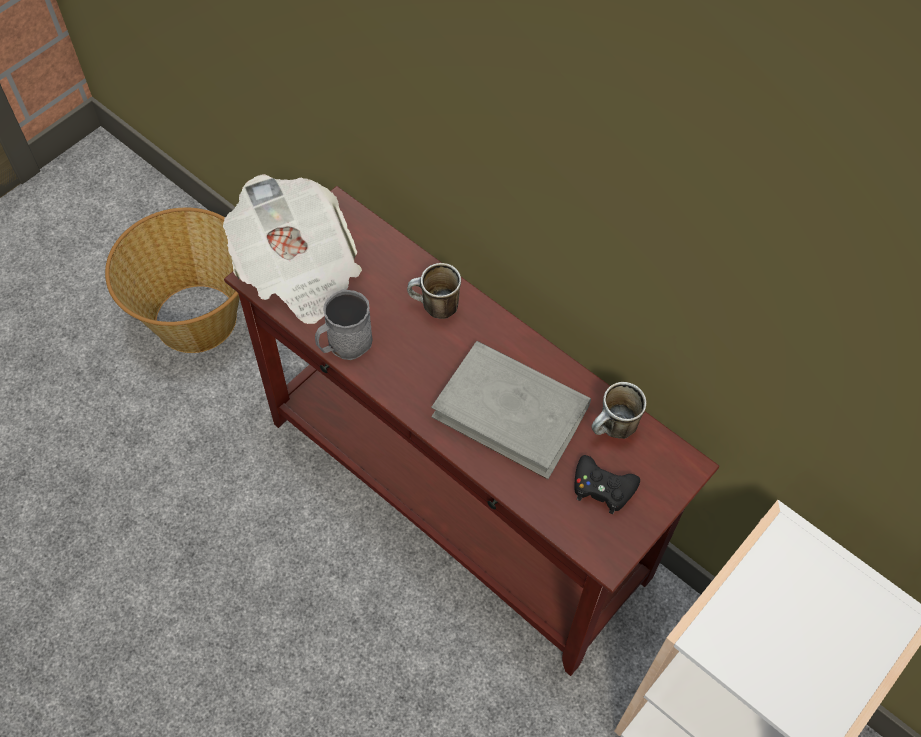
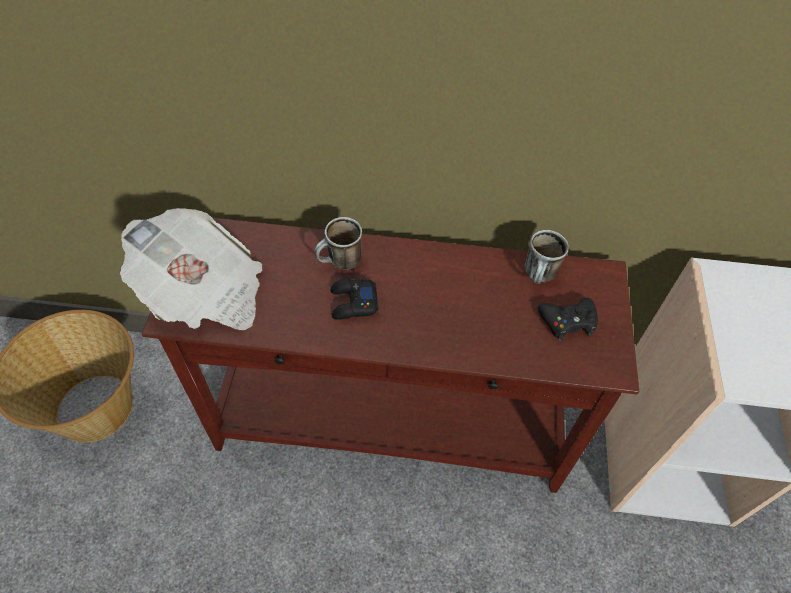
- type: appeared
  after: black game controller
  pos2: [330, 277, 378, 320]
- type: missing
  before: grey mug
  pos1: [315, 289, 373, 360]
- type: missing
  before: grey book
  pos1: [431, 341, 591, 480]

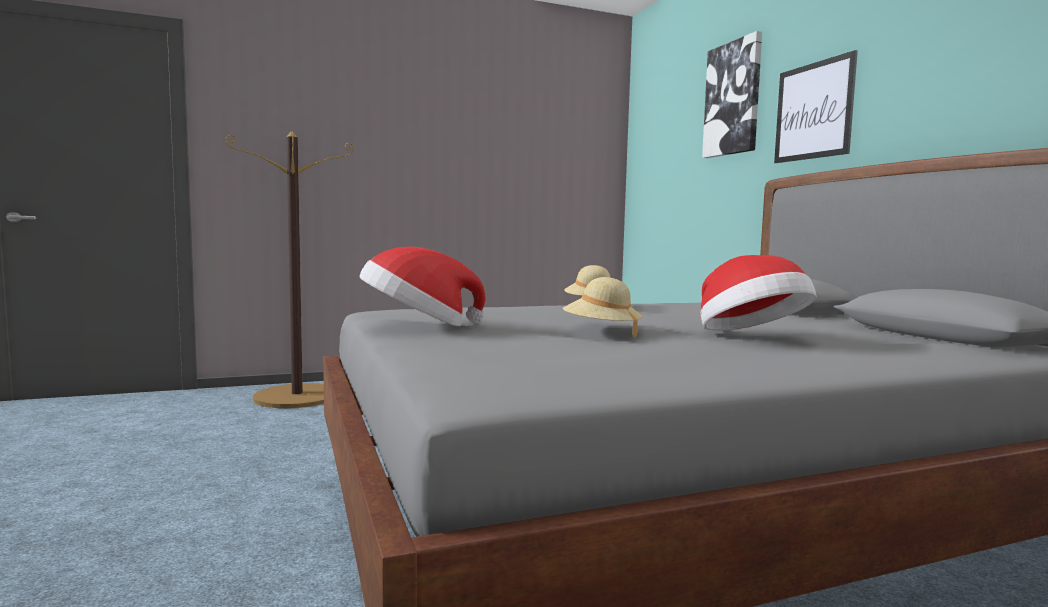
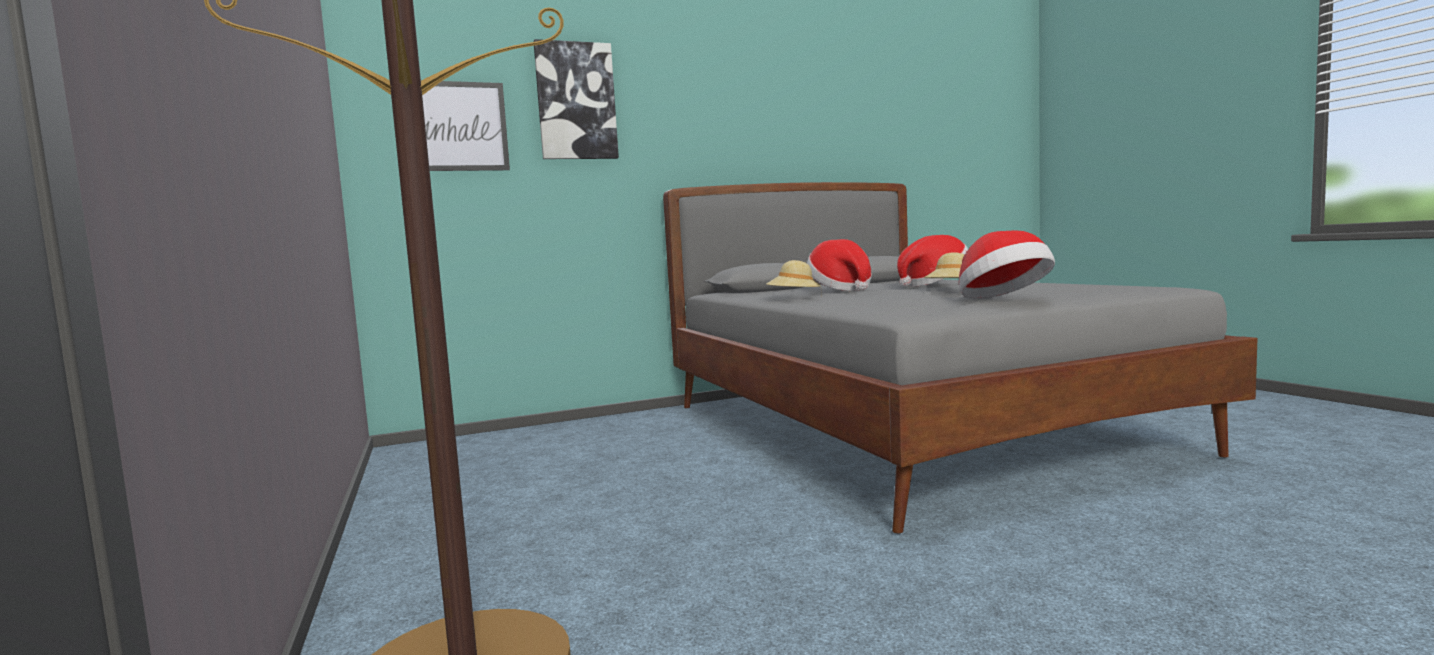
- type: relocated
  before: picture
  pos1: [774, 50, 858, 163]
  pos2: [421, 80, 510, 171]
- type: appeared
  after: hat
  pos2: [807, 239, 872, 291]

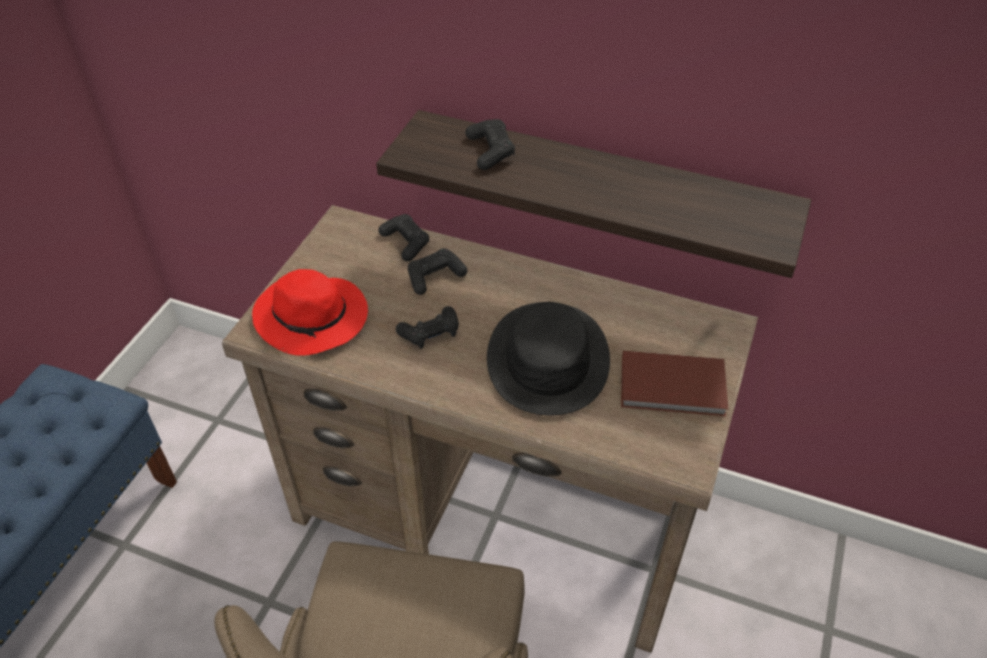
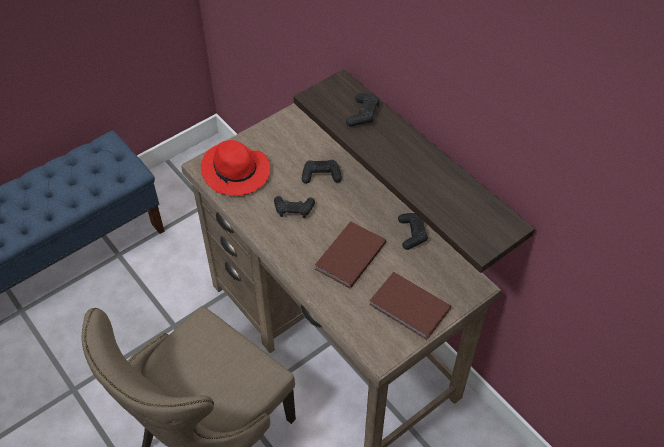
- type: exchanged
  before: black hat
  after: brown book
  pos1: [487, 302, 610, 415]
  pos2: [315, 221, 386, 289]
- type: relocated
  before: black game controller
  pos1: [378, 214, 429, 261]
  pos2: [398, 213, 428, 250]

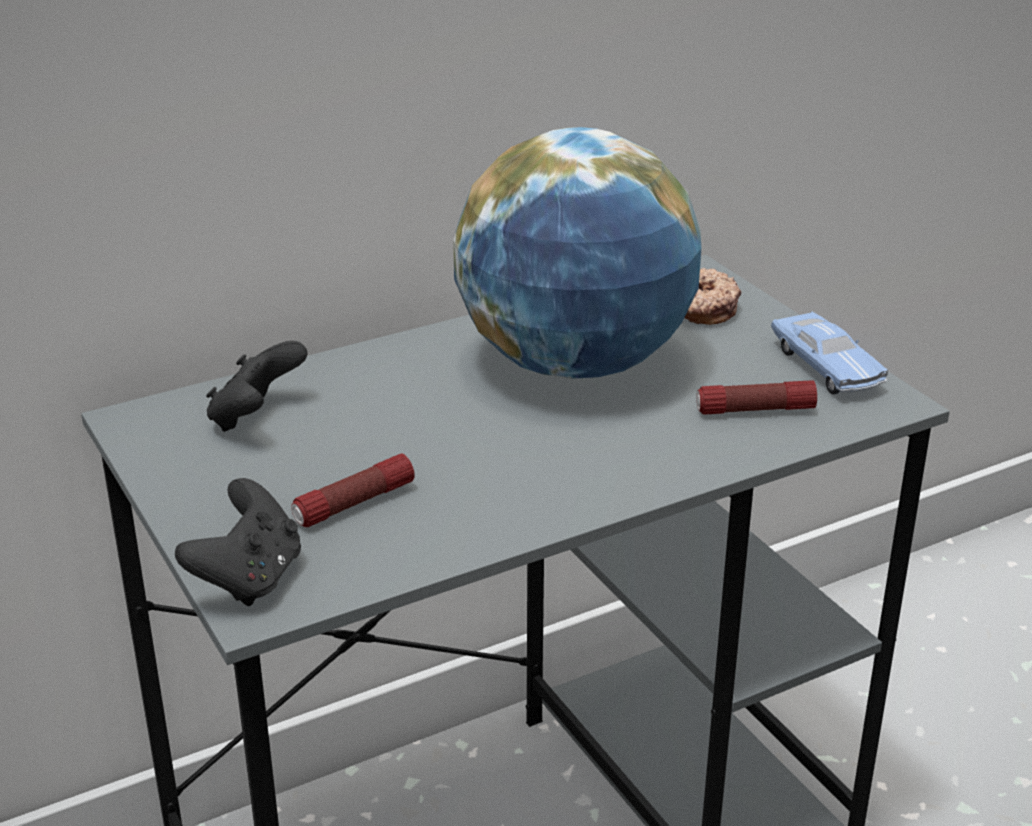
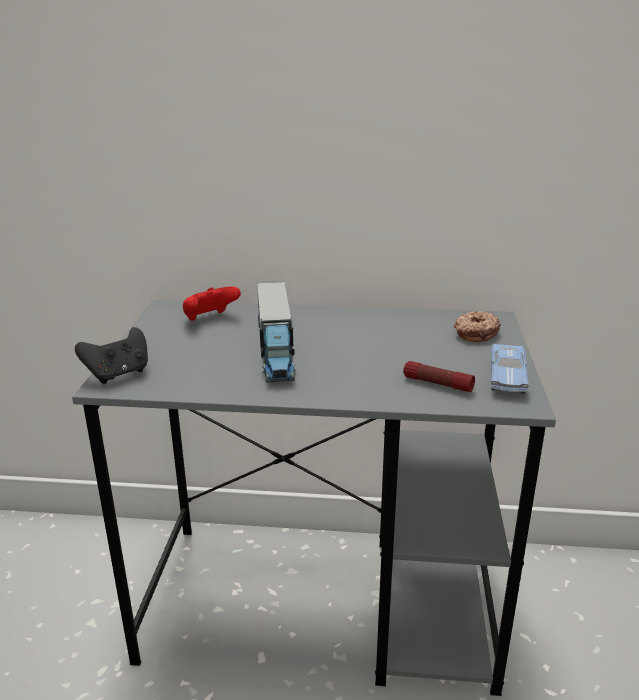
- type: colour
  before: black game controller
  after: red game controller
  pos1: [206, 341, 307, 432]
  pos2: [183, 286, 241, 321]
- type: appeared
  after: toy truck
  pos2: [257, 281, 296, 383]
- type: missing
  before: flashlight
  pos1: [291, 454, 415, 527]
- type: missing
  before: globe
  pos1: [453, 127, 701, 379]

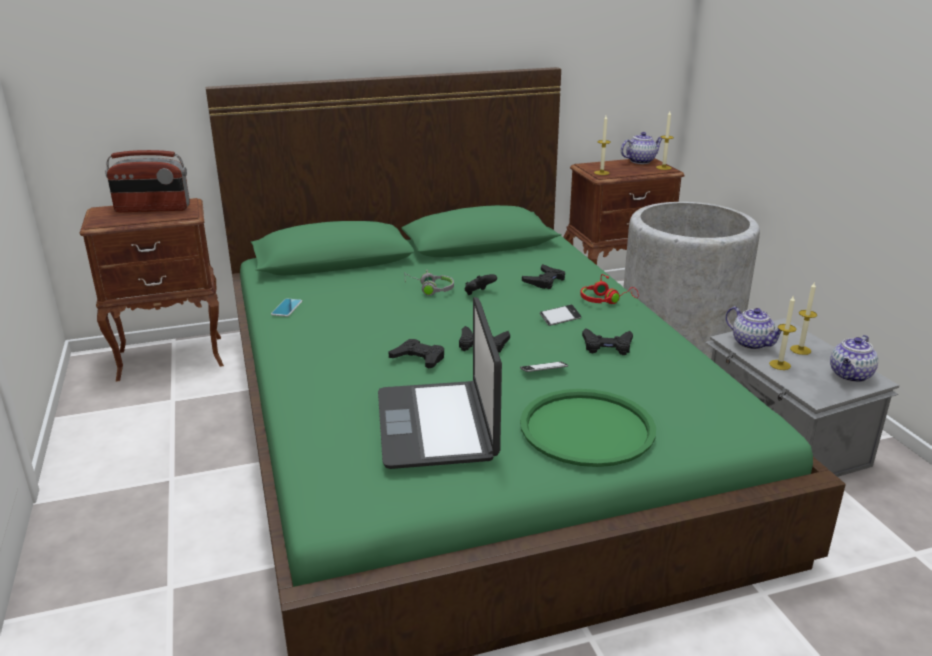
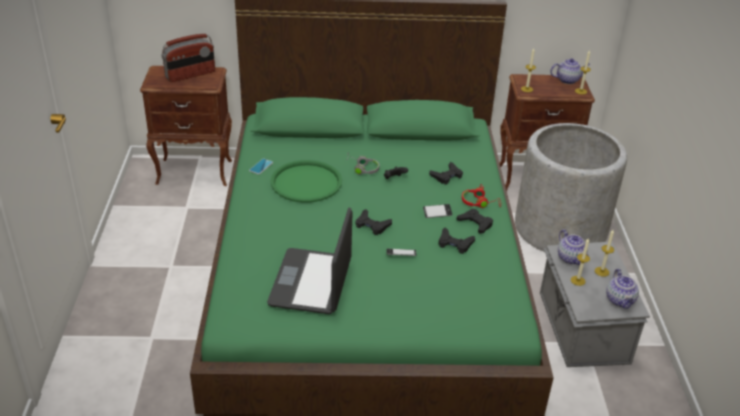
- type: spun
  before: radio
  pos1: [105, 150, 190, 212]
  pos2: [161, 34, 215, 82]
  turn: -45
- type: relocated
  before: green tray
  pos1: [520, 389, 656, 467]
  pos2: [270, 160, 342, 203]
- type: relocated
  before: black game controller
  pos1: [389, 339, 444, 368]
  pos2: [457, 209, 493, 234]
- type: spun
  before: teapot
  pos1: [830, 335, 878, 382]
  pos2: [606, 269, 639, 309]
  turn: -60

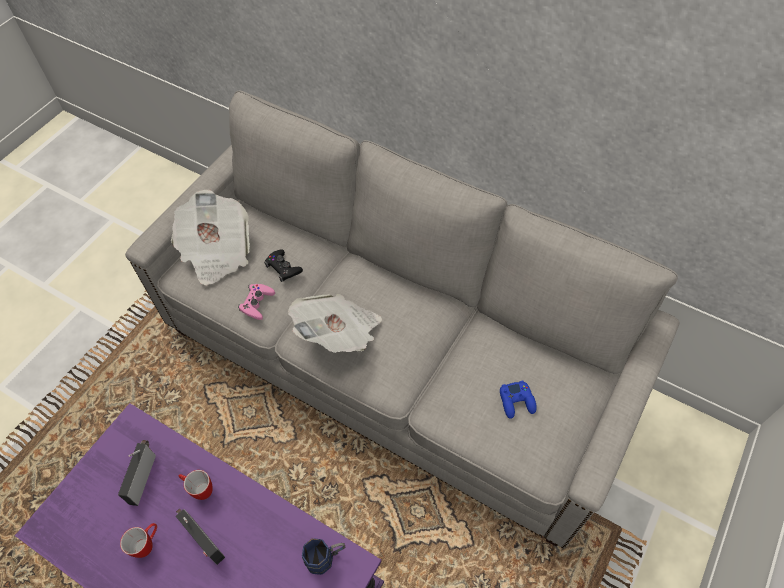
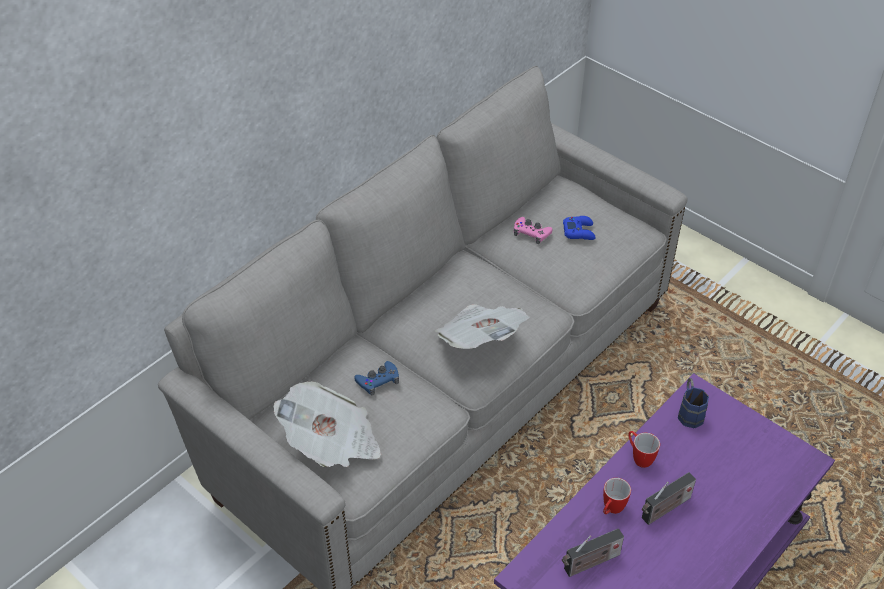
- type: colour
  before: black game controller
  after: blue game controller
  pos1: [264, 249, 303, 282]
  pos2: [354, 361, 399, 395]
- type: relocated
  before: pink game controller
  pos1: [238, 284, 275, 320]
  pos2: [514, 217, 552, 244]
- type: spun
  before: radio
  pos1: [118, 440, 156, 506]
  pos2: [562, 528, 624, 577]
  turn: -45
- type: relocated
  before: mug
  pos1: [120, 523, 157, 558]
  pos2: [628, 431, 660, 468]

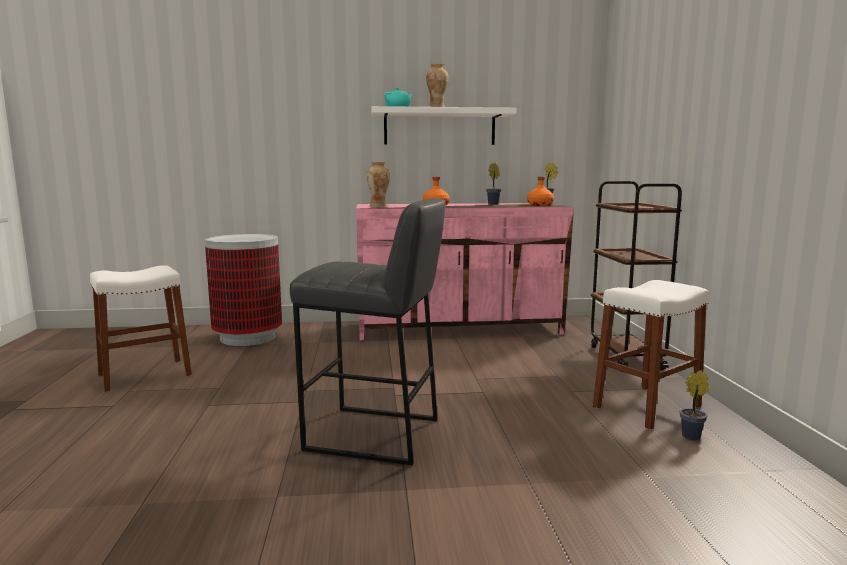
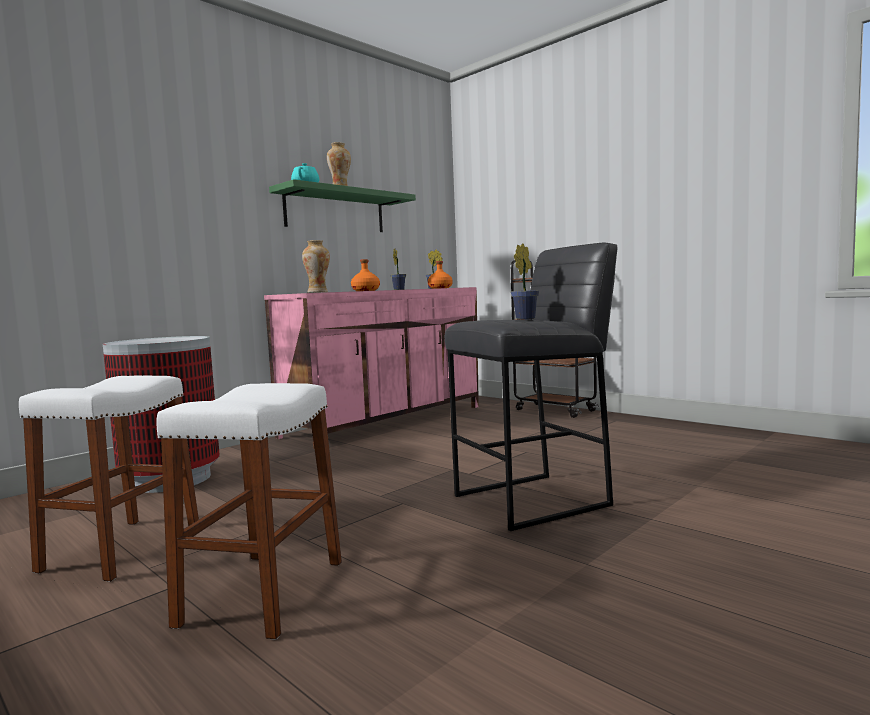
- type: relocated
  before: white stool
  pos1: [593, 280, 709, 430]
  pos2: [156, 383, 342, 640]
- type: colour
  before: white shelf
  after: green shelf
  pos1: [371, 106, 517, 145]
  pos2: [269, 179, 416, 232]
- type: relocated
  before: potted plant
  pos1: [680, 370, 709, 440]
  pos2: [511, 243, 539, 319]

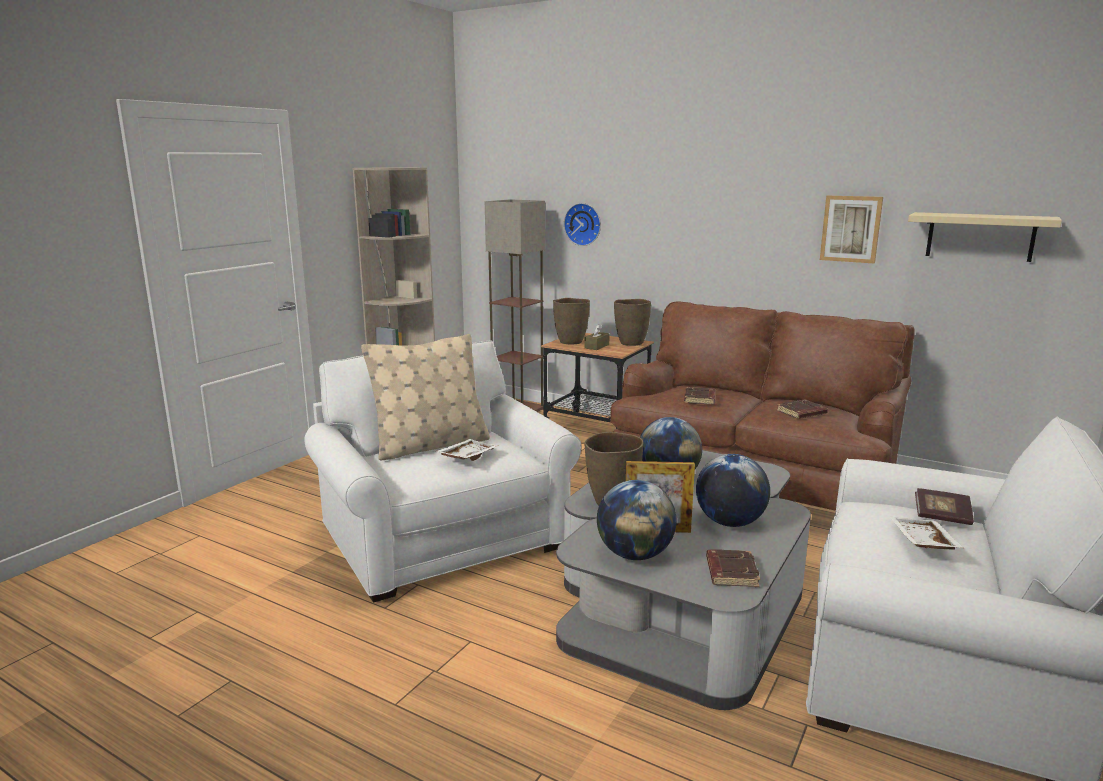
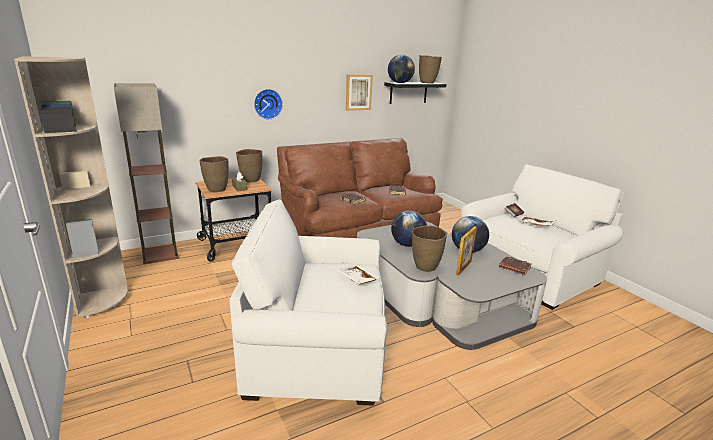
- type: relocated
  before: wall clock
  pos1: [564, 203, 601, 246]
  pos2: [254, 89, 283, 119]
- type: colour
  before: beige shelf
  after: black shelf
  pos1: [908, 212, 1062, 262]
  pos2: [384, 82, 447, 104]
- type: relocated
  before: globe
  pos1: [597, 480, 677, 560]
  pos2: [388, 55, 415, 83]
- type: appeared
  after: brown vase
  pos2: [419, 55, 442, 84]
- type: missing
  before: beige pillow
  pos1: [361, 334, 490, 460]

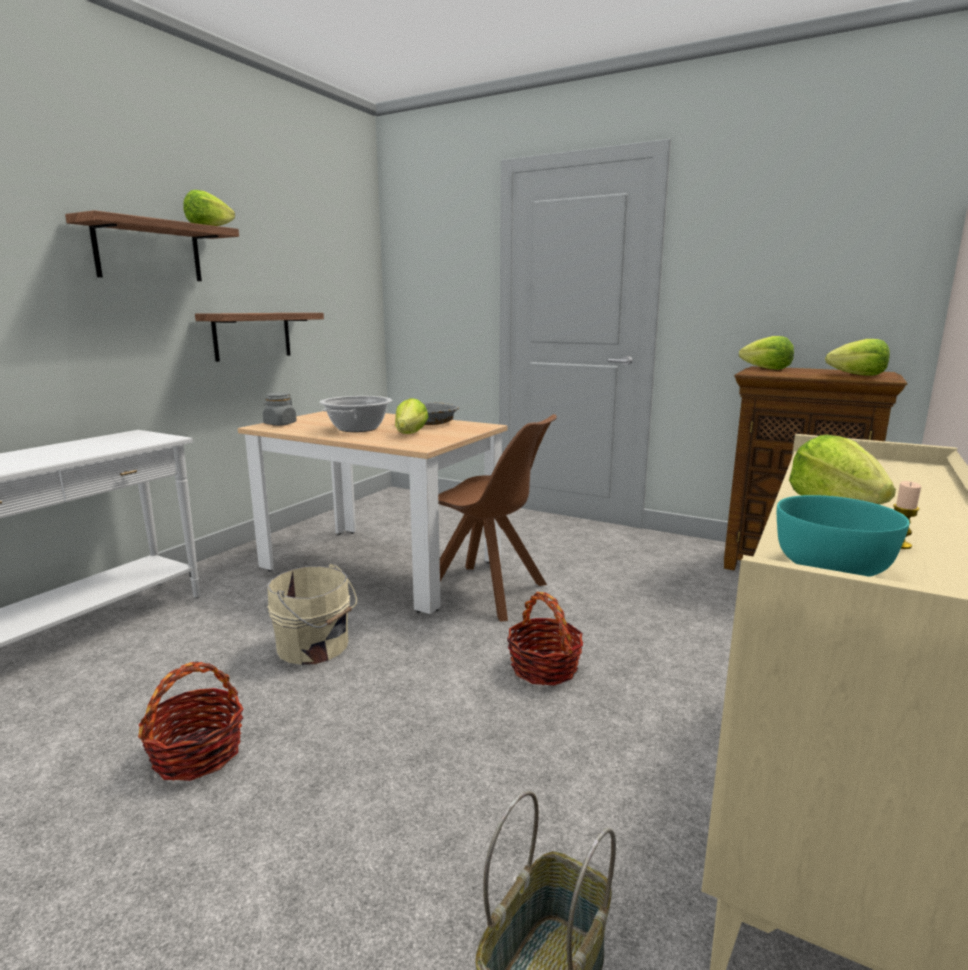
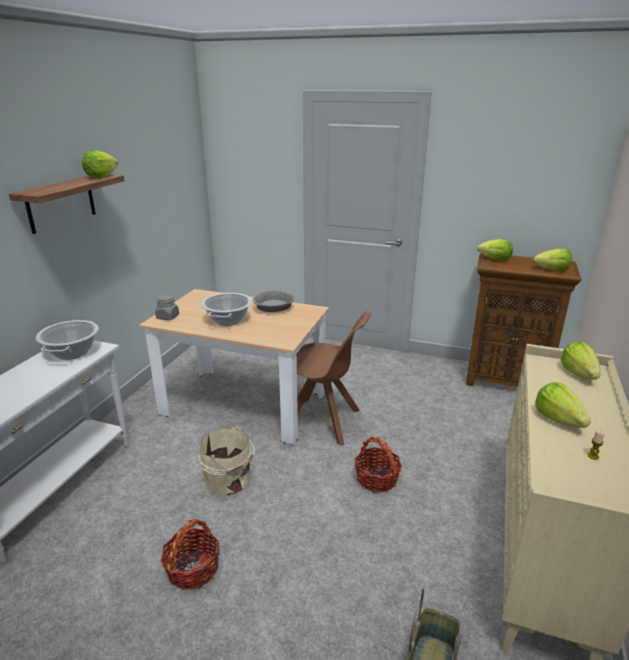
- type: appeared
  after: cooking pot
  pos2: [36, 320, 99, 360]
- type: relocated
  before: lettuce
  pos1: [395, 398, 428, 434]
  pos2: [560, 341, 601, 380]
- type: missing
  before: shelf
  pos1: [195, 313, 324, 362]
- type: missing
  before: turquoise bowl
  pos1: [777, 495, 910, 577]

